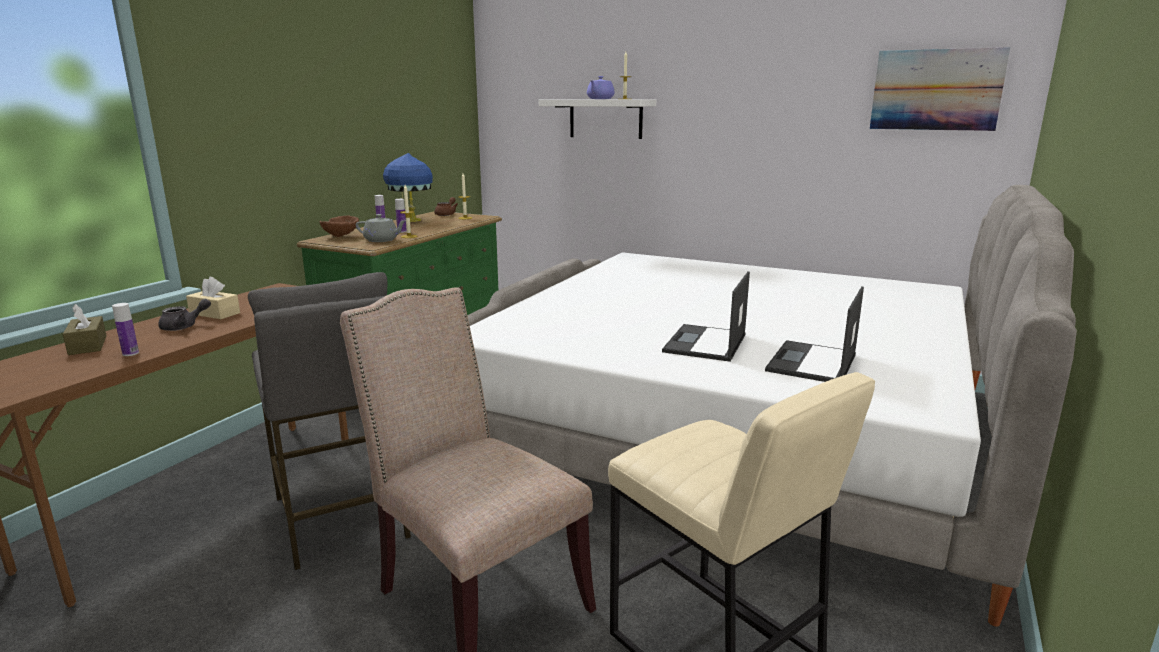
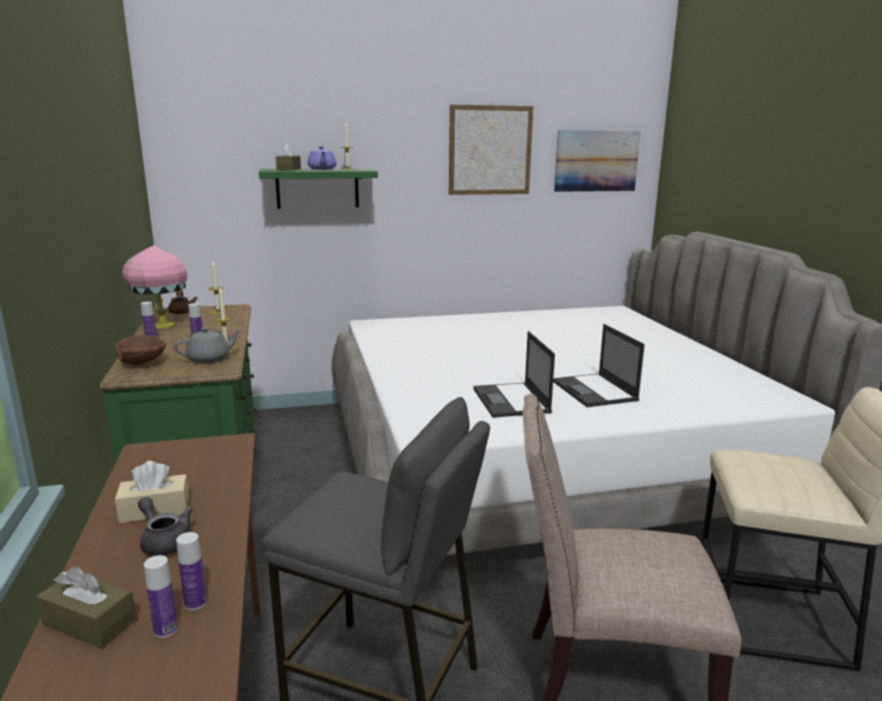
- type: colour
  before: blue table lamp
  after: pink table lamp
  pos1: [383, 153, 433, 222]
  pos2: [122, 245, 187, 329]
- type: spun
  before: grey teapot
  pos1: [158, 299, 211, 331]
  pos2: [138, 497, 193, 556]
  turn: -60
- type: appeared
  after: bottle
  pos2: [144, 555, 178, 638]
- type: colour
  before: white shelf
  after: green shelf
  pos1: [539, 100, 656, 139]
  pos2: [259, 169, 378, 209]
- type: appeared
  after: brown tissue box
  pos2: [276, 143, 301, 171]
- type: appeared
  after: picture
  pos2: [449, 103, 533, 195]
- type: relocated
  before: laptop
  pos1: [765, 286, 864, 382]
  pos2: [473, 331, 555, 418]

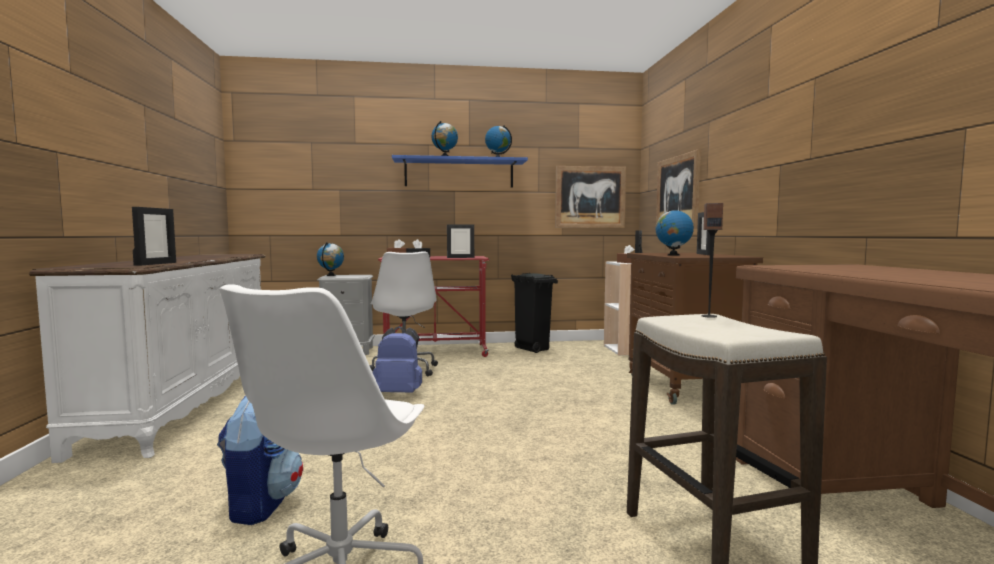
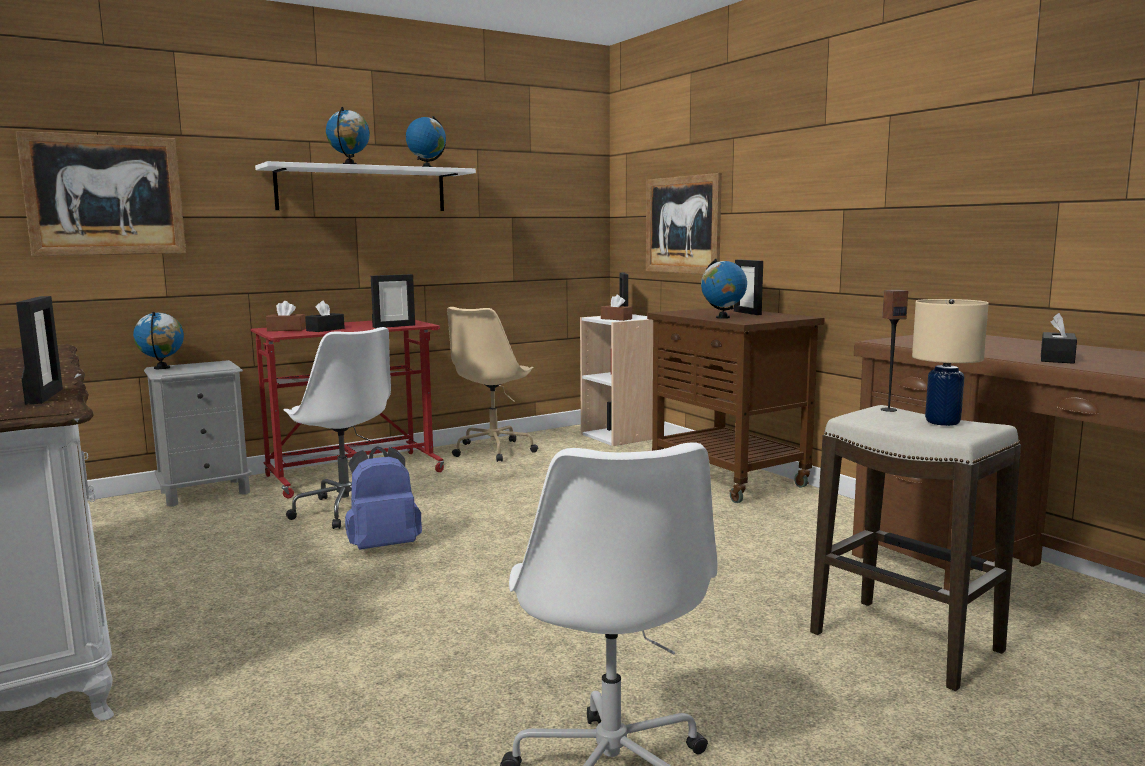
- type: relocated
  before: picture
  pos1: [555, 166, 626, 228]
  pos2: [16, 131, 186, 256]
- type: colour
  before: blue shelf
  after: white shelf
  pos1: [392, 155, 528, 188]
  pos2: [255, 161, 476, 211]
- type: exchanged
  before: black trash can
  after: beige office chair
  pos1: [511, 273, 558, 353]
  pos2: [447, 307, 538, 462]
- type: appeared
  after: beige table lamp
  pos2: [912, 299, 989, 426]
- type: appeared
  after: black tissue box
  pos2: [1041, 313, 1077, 364]
- type: missing
  before: backpack
  pos1: [217, 396, 303, 525]

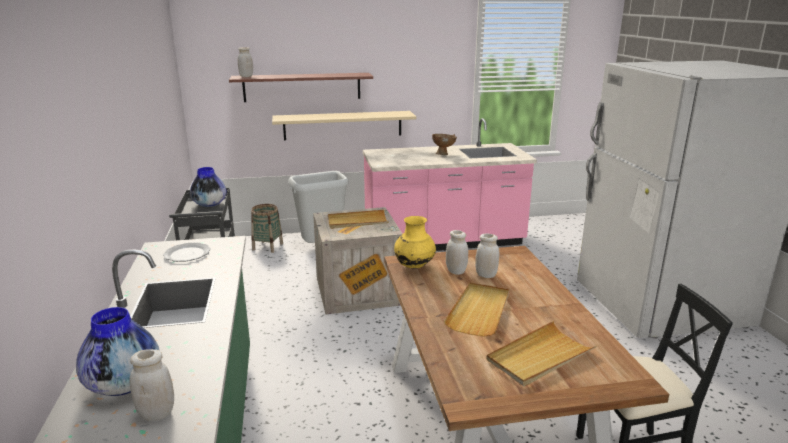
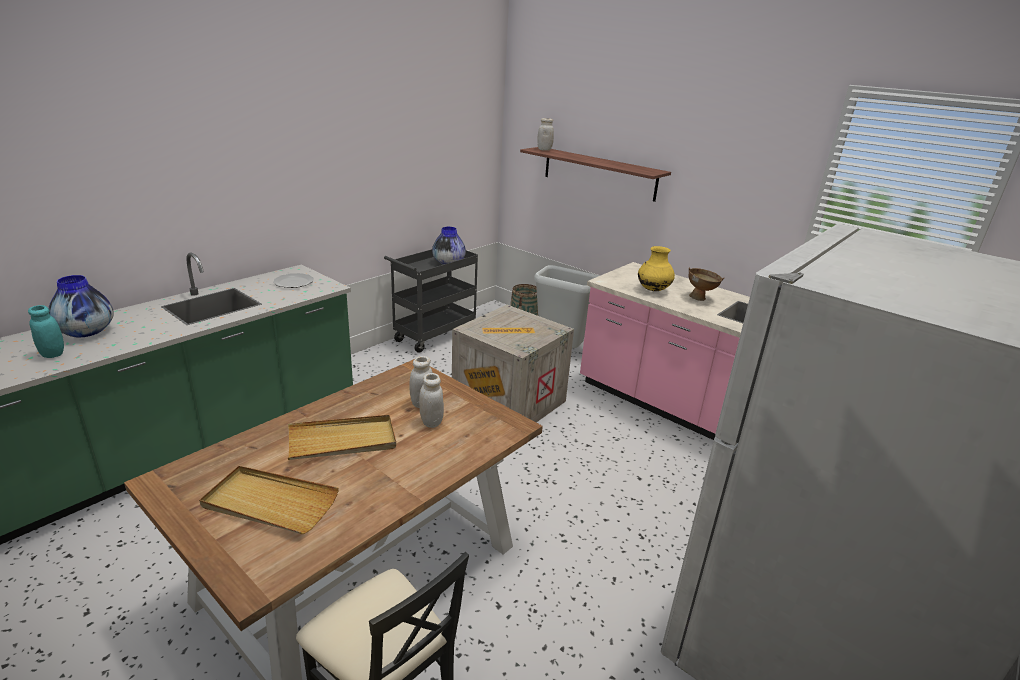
- type: colour
  before: white jar
  after: turquoise jar
  pos1: [130, 349, 174, 421]
  pos2: [28, 305, 64, 358]
- type: relocated
  before: yellow vase
  pos1: [394, 216, 436, 268]
  pos2: [638, 246, 675, 291]
- type: missing
  before: beige shelf
  pos1: [272, 111, 416, 140]
- type: missing
  before: beige tray
  pos1: [328, 210, 389, 229]

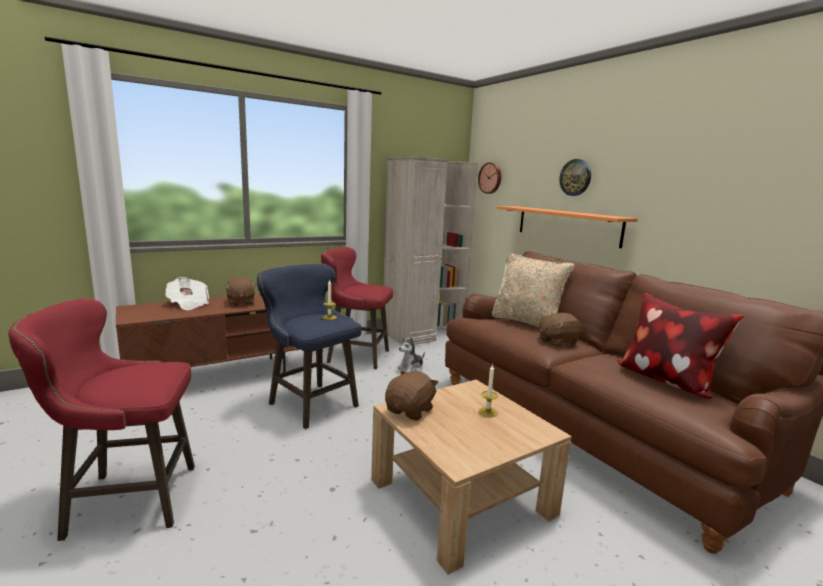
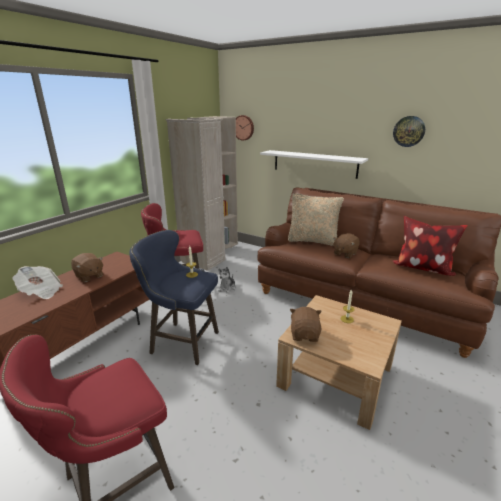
- type: colour
  before: orange shelf
  after: white shelf
  pos1: [497, 206, 638, 248]
  pos2: [260, 150, 368, 179]
- type: relocated
  before: wall clock
  pos1: [559, 159, 591, 196]
  pos2: [393, 116, 425, 147]

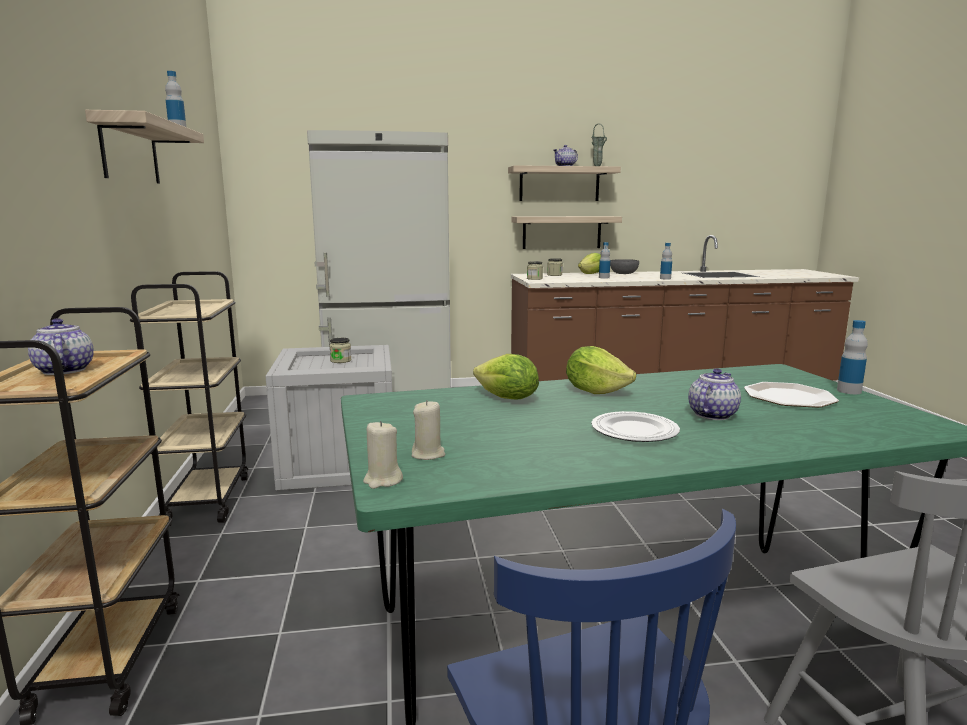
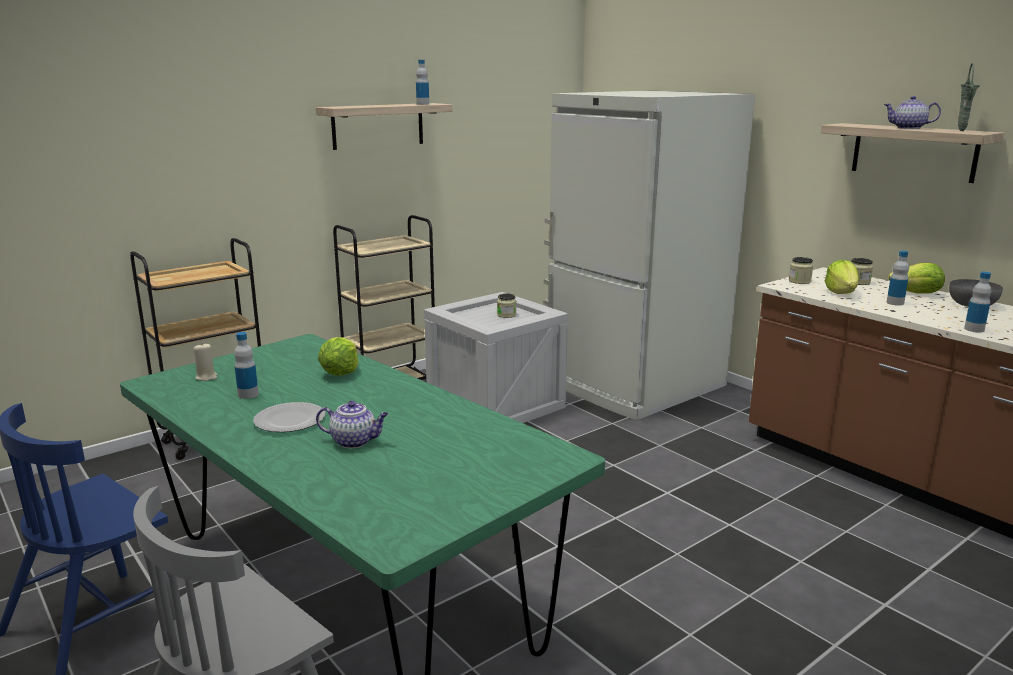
- type: relocated
  before: bottle
  pos1: [837, 320, 868, 394]
  pos2: [234, 332, 259, 399]
- type: relocated
  before: lettuce
  pos1: [566, 346, 636, 394]
  pos2: [825, 260, 859, 294]
- type: missing
  before: teapot
  pos1: [28, 318, 94, 375]
- type: missing
  before: beige candle
  pos1: [363, 421, 403, 489]
- type: missing
  before: shelf
  pos1: [511, 216, 622, 249]
- type: missing
  before: plate
  pos1: [744, 382, 839, 408]

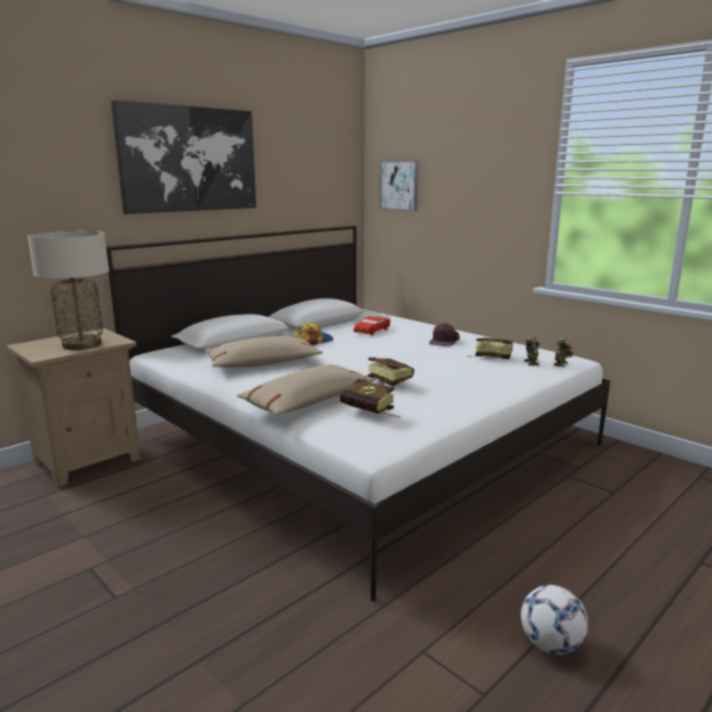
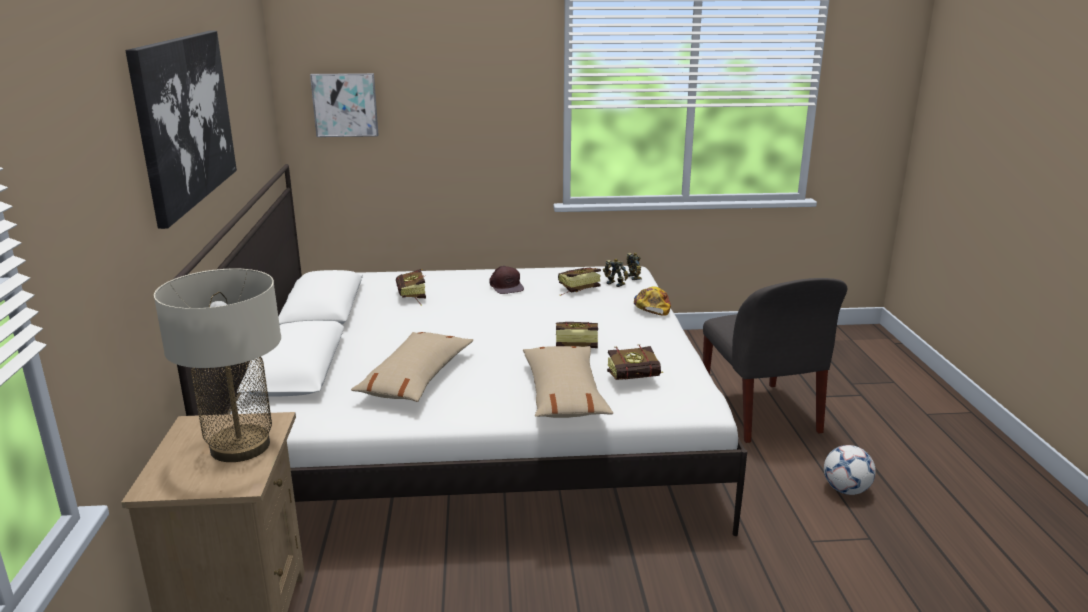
- type: exchanged
  before: red toy car
  after: book
  pos1: [353, 316, 390, 335]
  pos2: [396, 269, 426, 306]
- type: relocated
  before: cap
  pos1: [293, 323, 333, 345]
  pos2: [634, 287, 671, 316]
- type: appeared
  after: grey chair
  pos2: [703, 278, 847, 443]

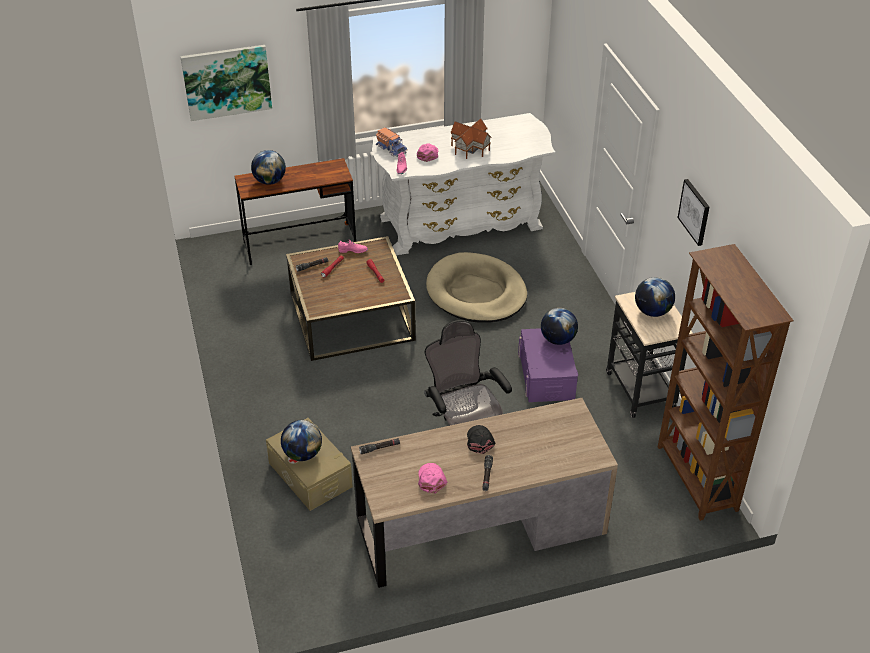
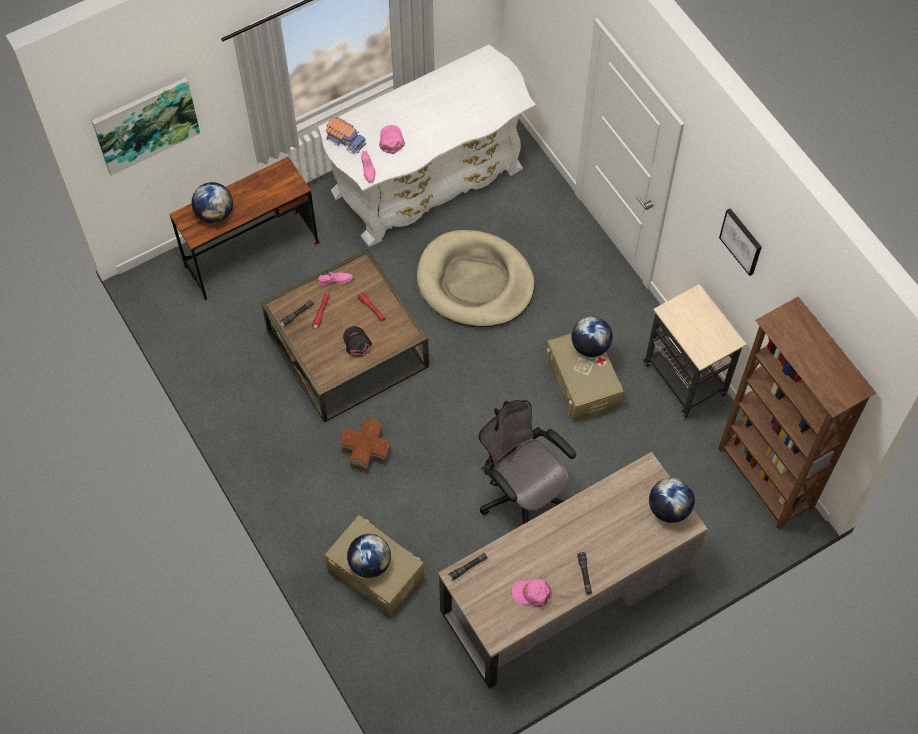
- type: relocated
  before: toy house
  pos1: [450, 119, 492, 159]
  pos2: [340, 418, 391, 473]
- type: relocated
  before: black cap
  pos1: [467, 425, 495, 454]
  pos2: [343, 326, 372, 357]
- type: spun
  before: pink cap
  pos1: [418, 463, 447, 494]
  pos2: [512, 579, 552, 607]
  turn: -60
- type: colour
  before: purple storage box
  after: beige storage box
  pos1: [518, 328, 578, 402]
  pos2: [546, 333, 623, 423]
- type: relocated
  before: globe
  pos1: [635, 277, 675, 317]
  pos2: [649, 477, 695, 523]

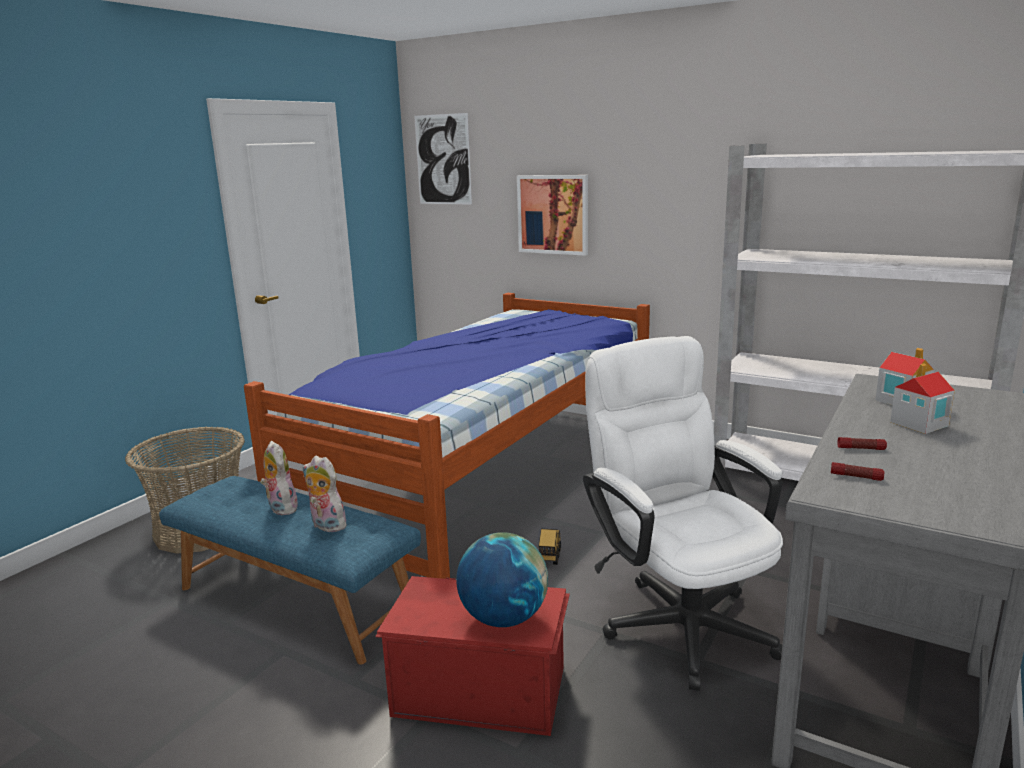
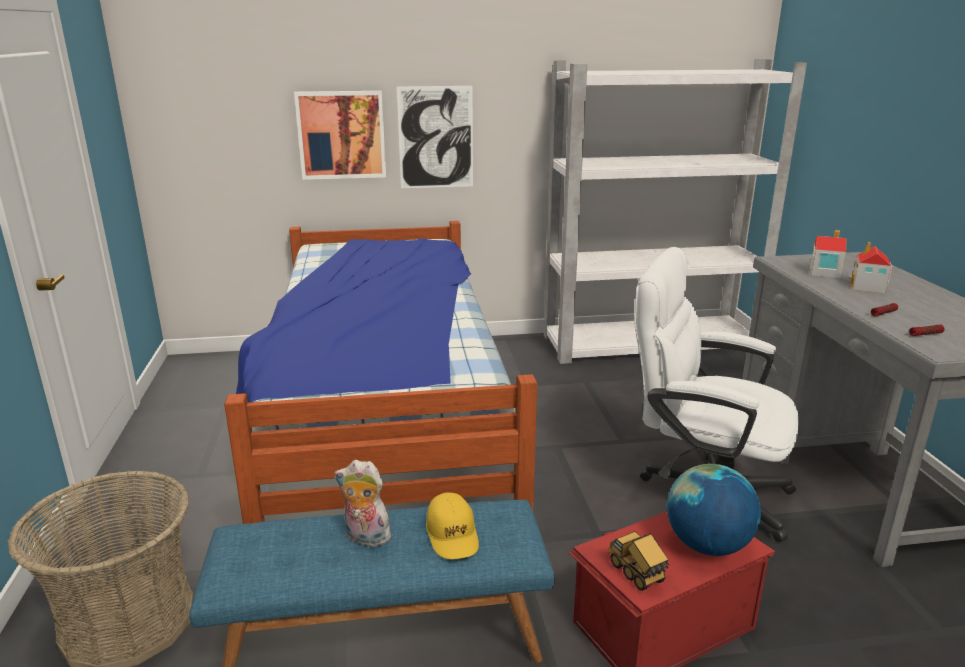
- type: relocated
  before: picture
  pos1: [414, 113, 472, 205]
  pos2: [397, 86, 473, 188]
- type: exchanged
  before: plush toy
  after: yellow cap
  pos1: [303, 455, 348, 532]
  pos2: [426, 493, 479, 559]
- type: relocated
  before: toy truck
  pos1: [539, 528, 561, 565]
  pos2: [609, 531, 670, 591]

